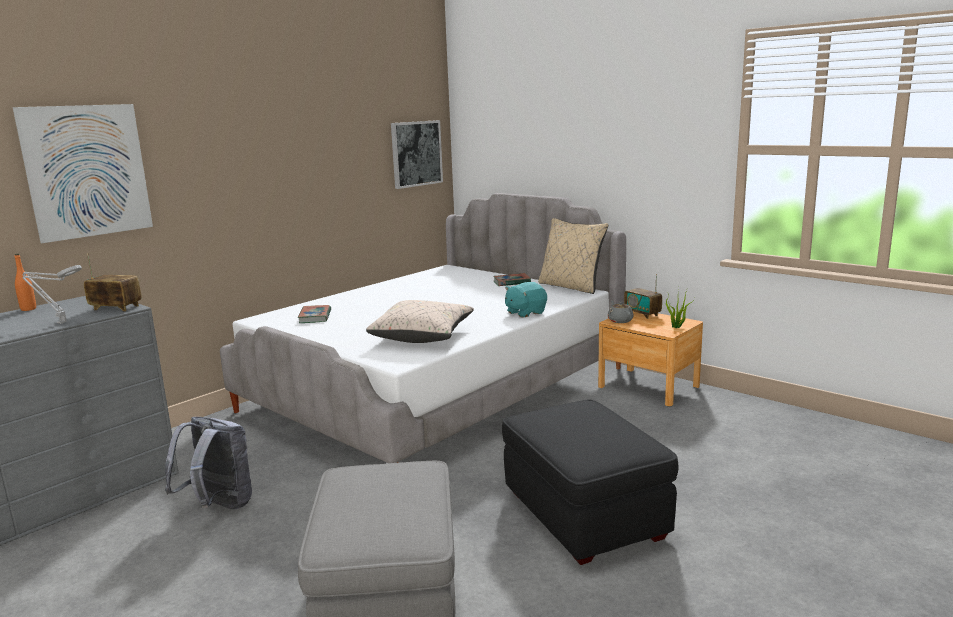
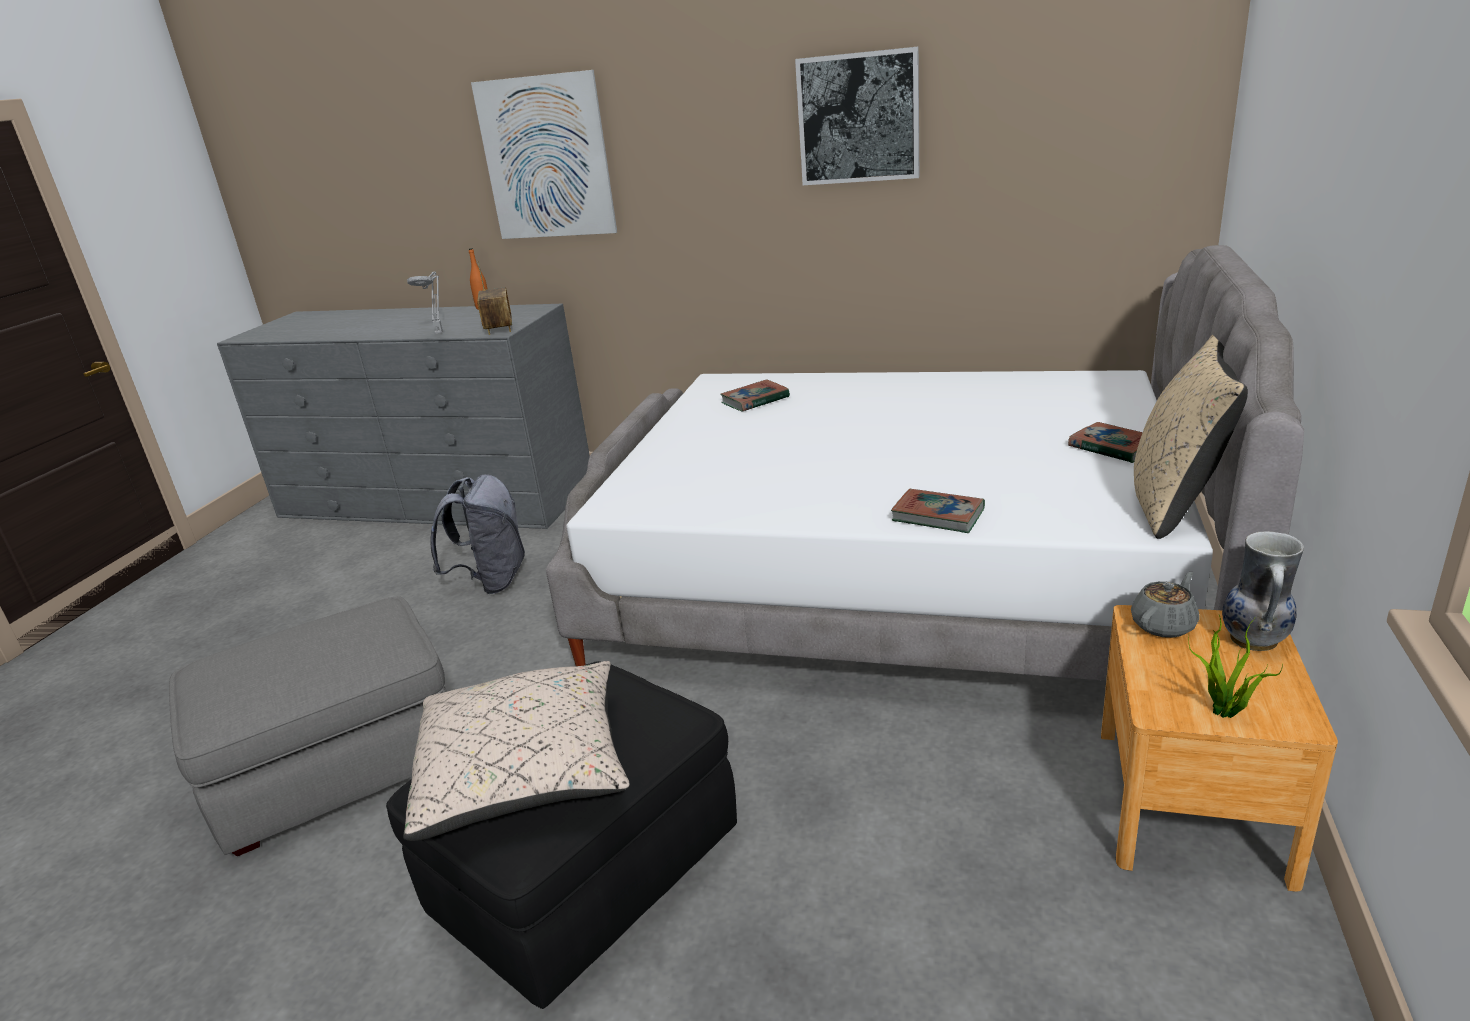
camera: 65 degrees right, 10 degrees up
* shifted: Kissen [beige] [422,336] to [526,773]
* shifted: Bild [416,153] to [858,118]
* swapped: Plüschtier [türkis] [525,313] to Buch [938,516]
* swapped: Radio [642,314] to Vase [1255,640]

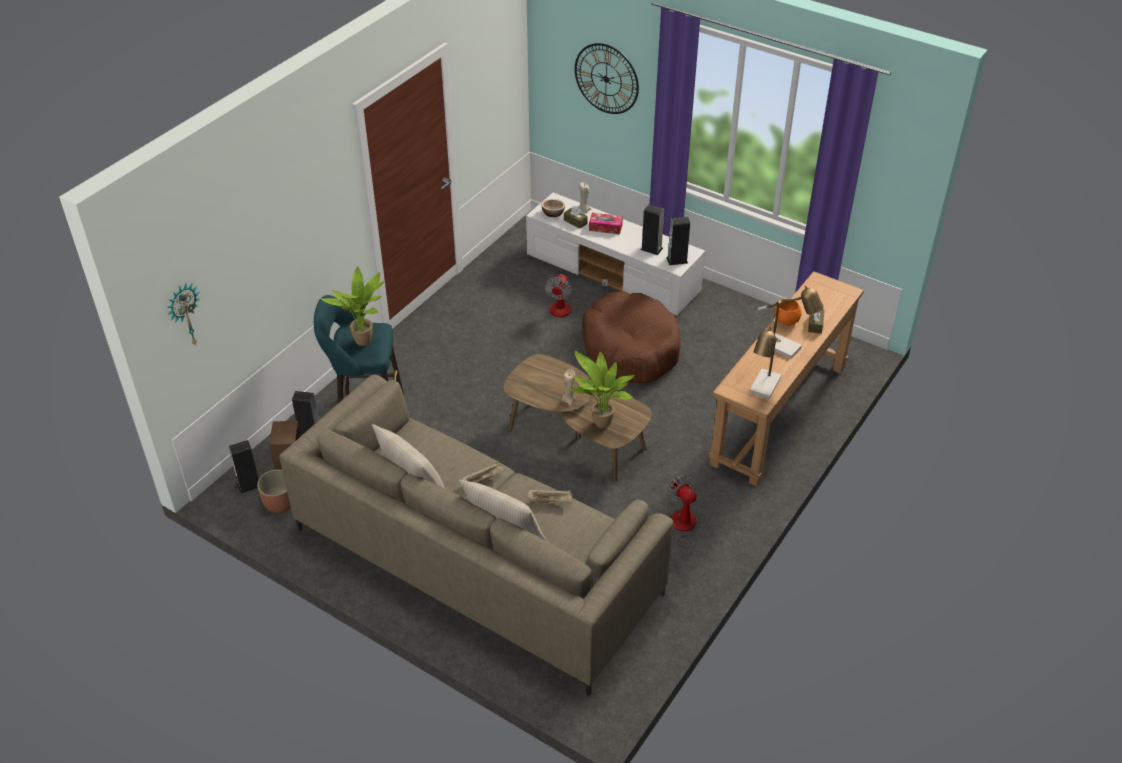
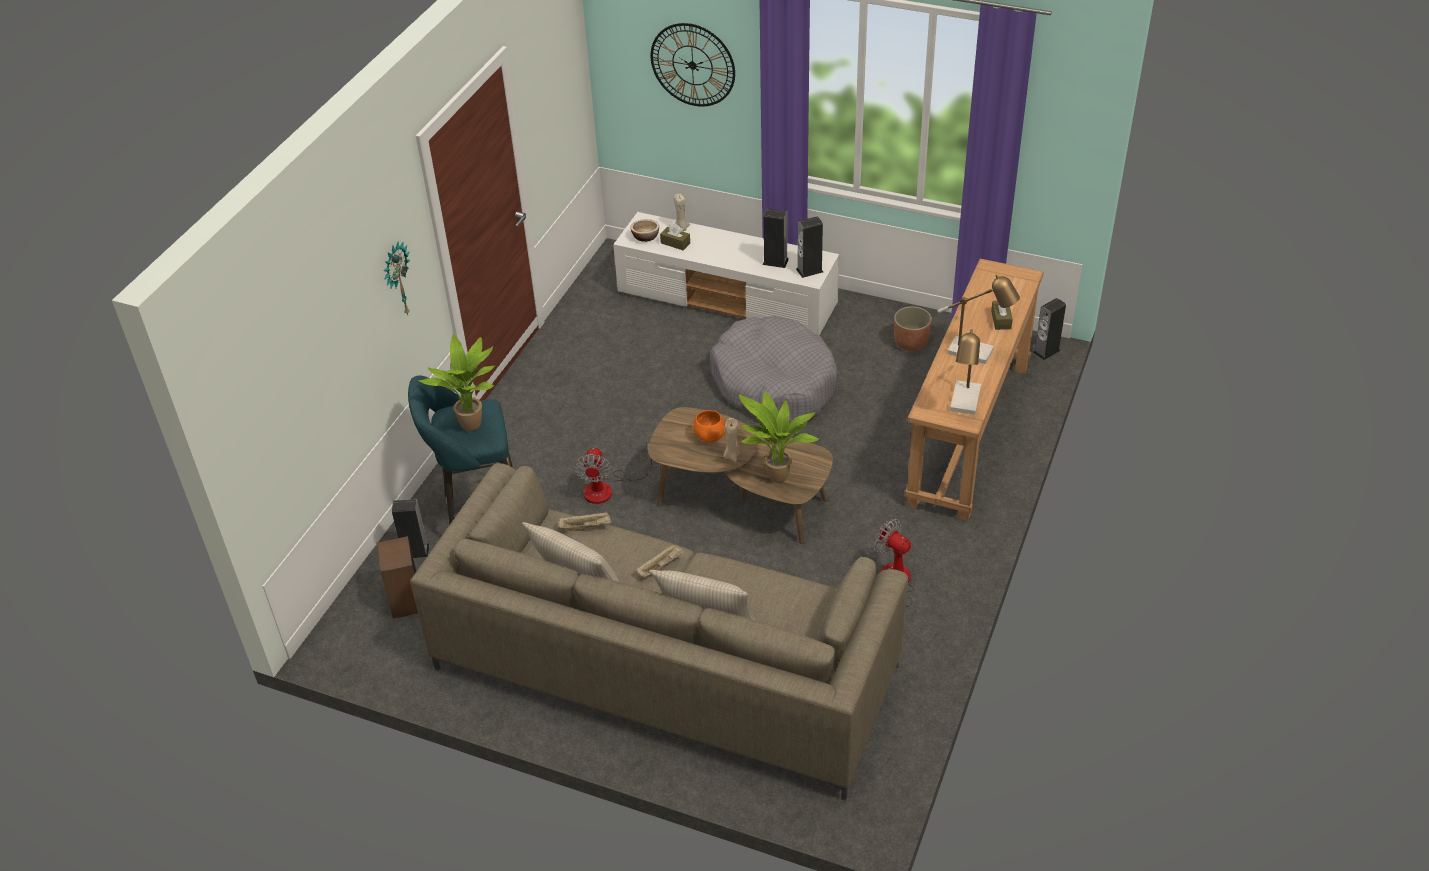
camera: 10 degrees left, 0 degrees up
* shifted: Wanduhr [185,315] to [397,280]
* shifted: Lautsprecher [249,485] to [1046,351]
* shifted: Pflanzkübel [280,503] to [910,343]
* shifted: Tablett [beige] [550,500] to [586,527]
* shifted: Ventilator [568,308] to [607,488]
* repainted: Hundebett [braun] [631,348] to Hundebett [grau] [774,384]
* gone: Taschentuchbox [605,227]
* shifted: Schüssel [orange] [786,320] to [710,436]

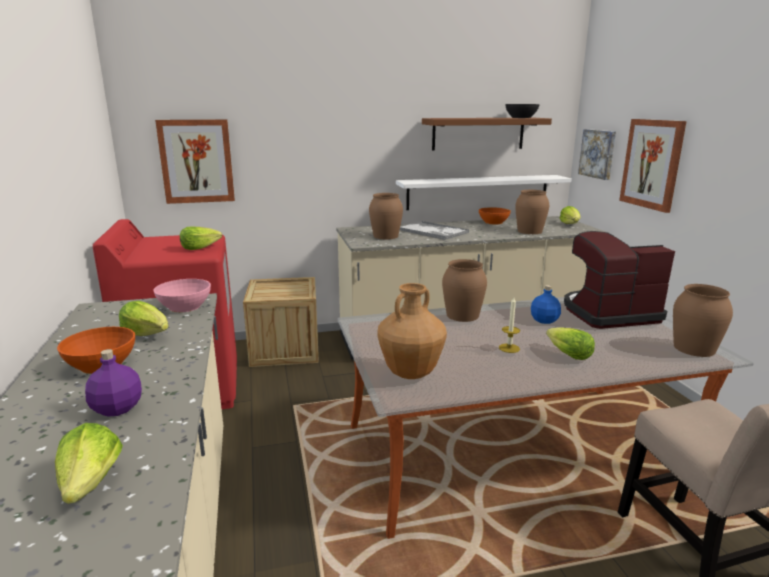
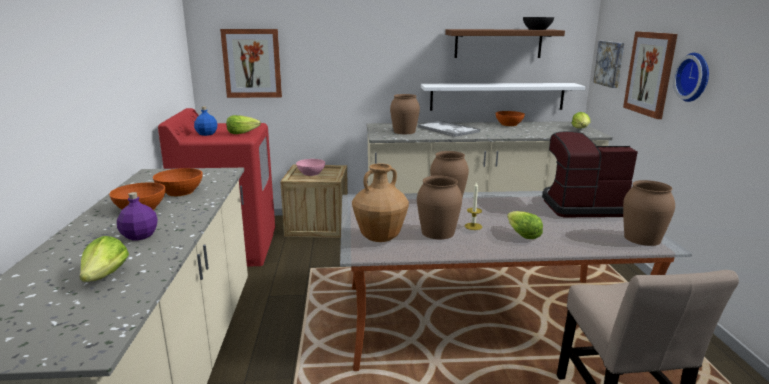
camera: 10 degrees right, 0 degrees up
* swapped: Salatkopf [147,334] to Schüssel [orange] [180,191]
* shifted: Schüssel [rosa] [185,307] to [311,173]
* shifted: Vase [braun] [530,231] to [438,232]
* shifted: Flasche [blau] [544,320] to [206,134]
* new: Wanduhr [695,77]

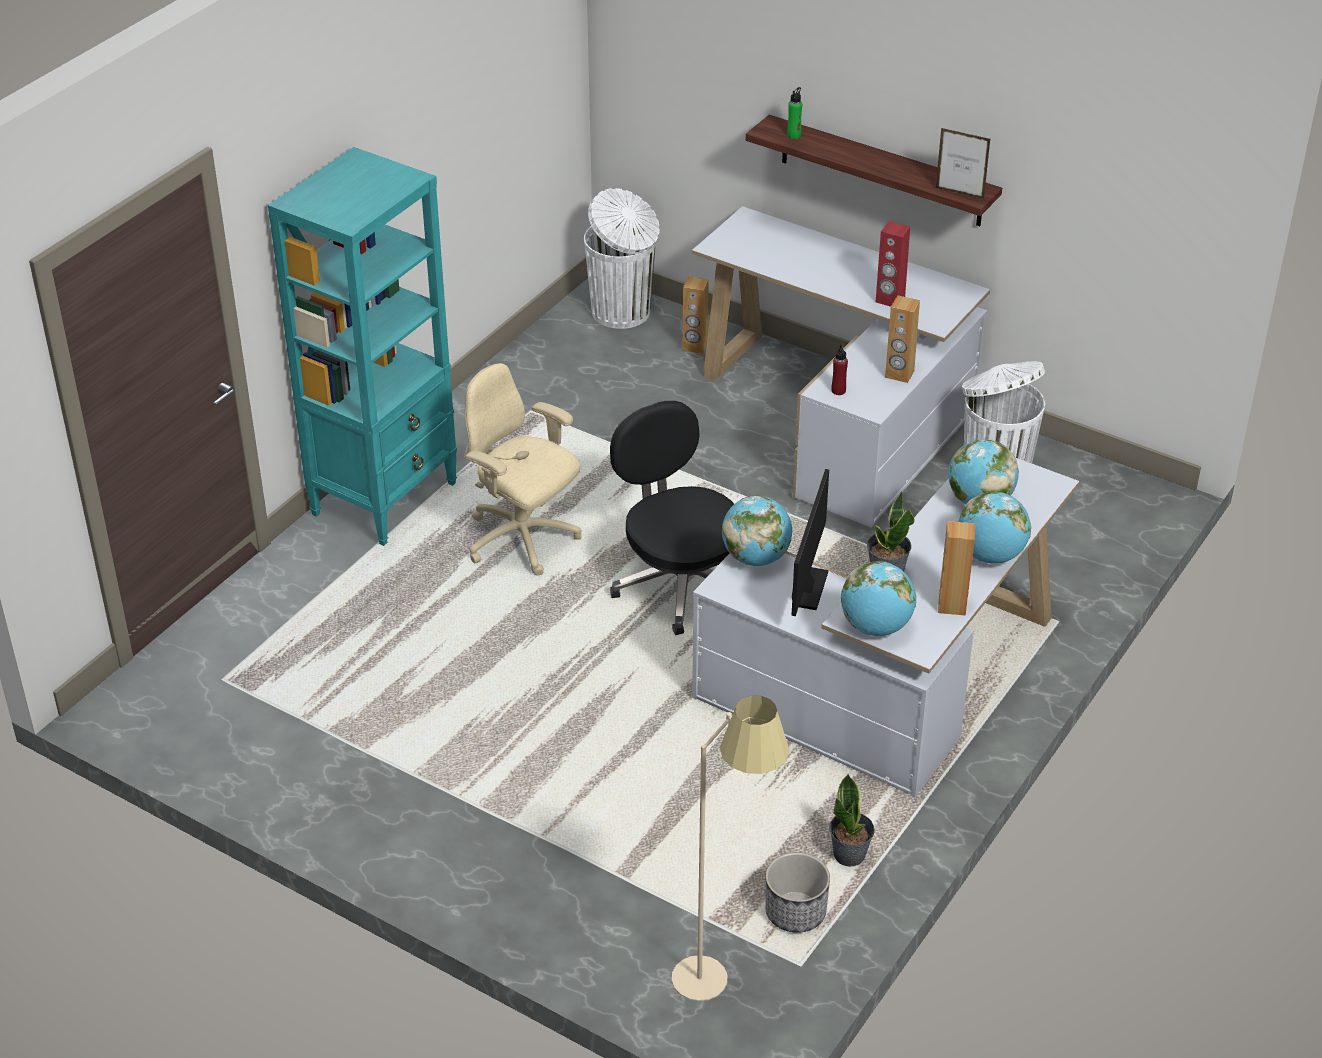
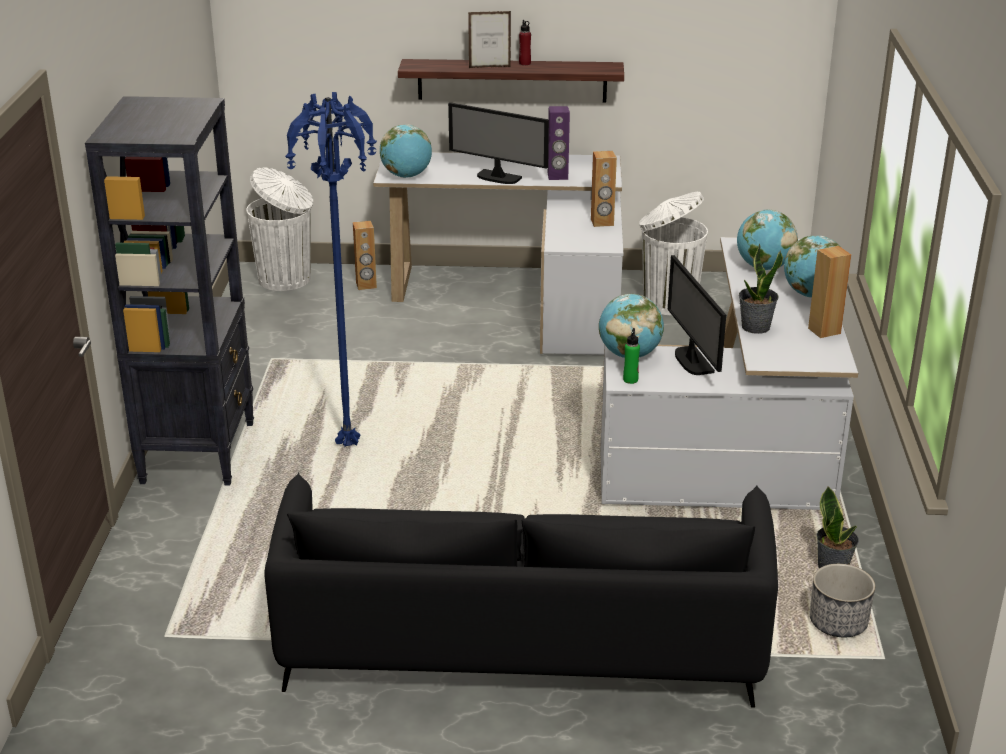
camera: 30 degrees left, 10 degrees down
* repainted: Bücherregal [türkis] [385,498] to Bücherregal [schwarz] [199,452]
* swapped: Bürostuhl [beige] [522,540] to Stehlampe [blau] [350,445]
* gone: Bürostuhl [schwarz] [680,583]
* gone: Stehlampe [beige] [725,983]
* shifted: Flasche [grün] [794,135] to [630,380]
* shifted: Flasche [rot] [838,391] to [525,63]
* shifted: Globus [876,627] to [406,176]
* repainted: Lautsprecher [rot] [890,300] to Lautsprecher [lila] [557,176]
* shifted: Bilderrahmen [959,193] to [490,67]
* new: Sofa [schwarz] [521,643]
* new: Monitor [498,178]

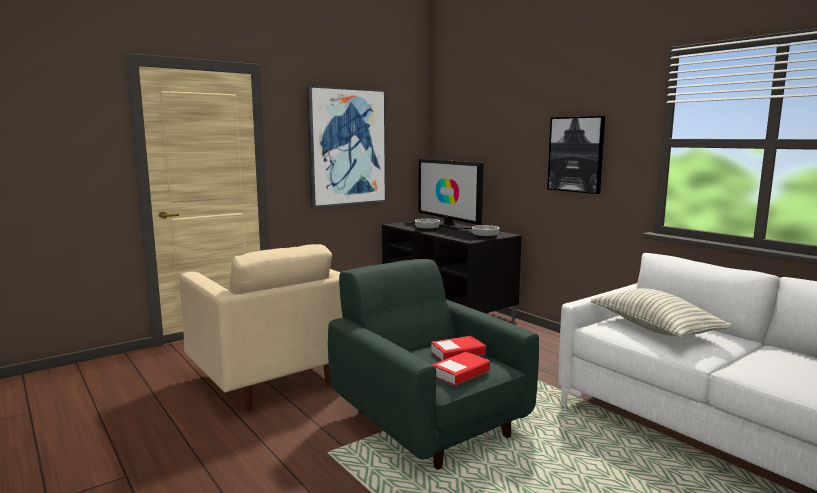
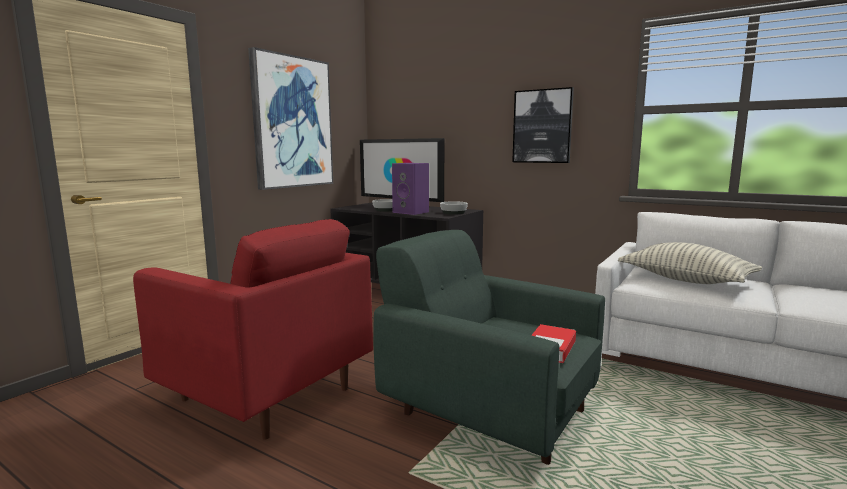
camera: 20 degrees left, 0 degrees up
* repainted: Sessel [beige] [269,380] to Sessel [rot] [267,395]
* gone: Buch [458,353]
* new: Lautsprecher [lila] [412,212]

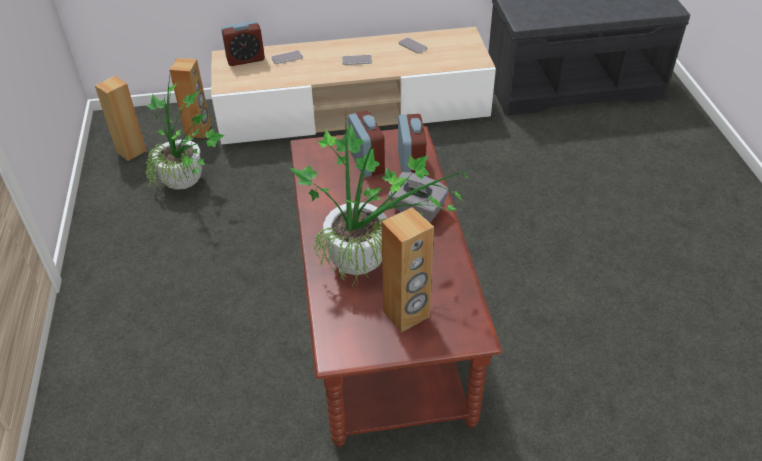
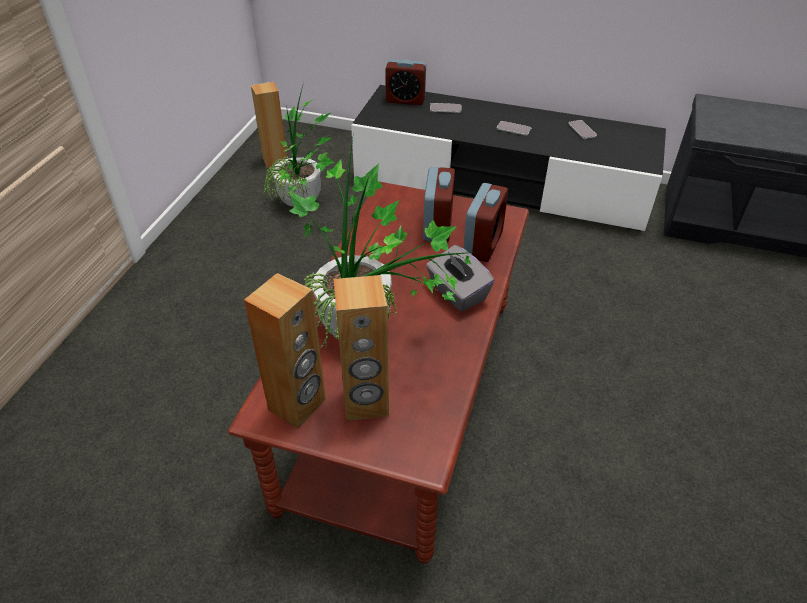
camera: 25 degrees right, 0 degrees up
* shifted: Lautsprecher [braun] [198,131] to [297,405]
* repainted: Fernsehschrank [beige] [353,110] to Fernsehschrank [schwarz] [501,182]

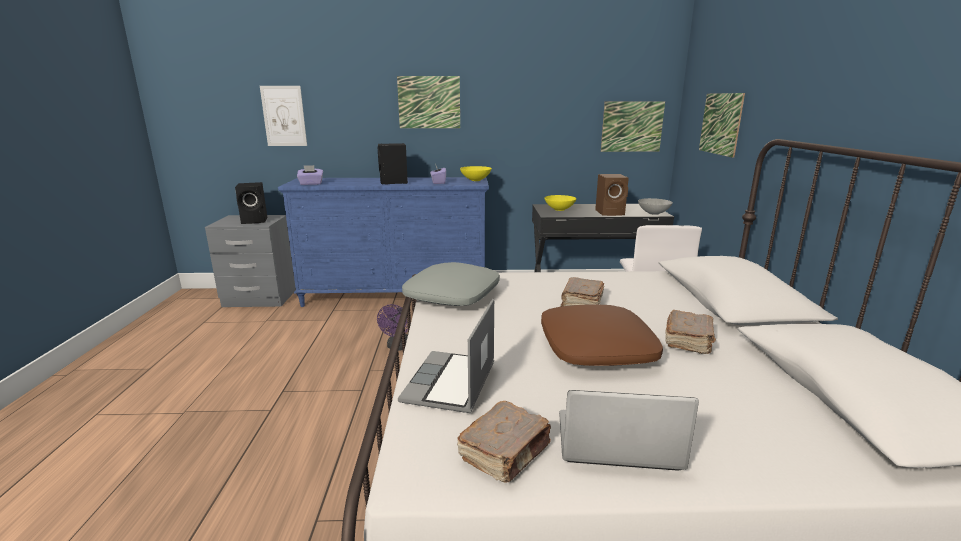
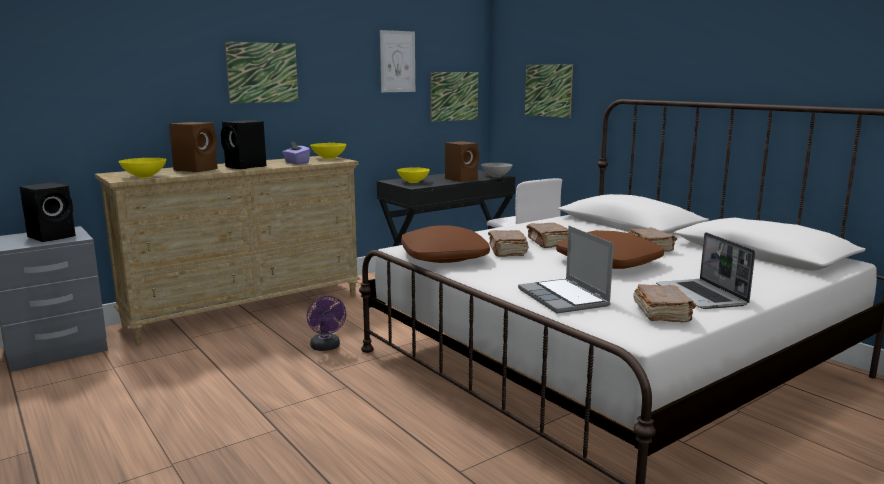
camera: 35 degrees left, 5 degrees down
* shifted: Bild [284,116] to [397,61]
* repainted: Kommode [blau] [396,296] to Kommode [beige] [247,309]
* swapped: Taschentuchbox [lila] [311,184] to Schüssel [gelb] [145,176]
* repainted: Kissen [grau] [453,295] to Kissen [braun] [445,256]
* rotated: Laptop [616,443] = [702,296] 75 degrees counterclockwise
* new: Lautsprecher [braun] [197,169]
* new: Buch [braun] [507,251]

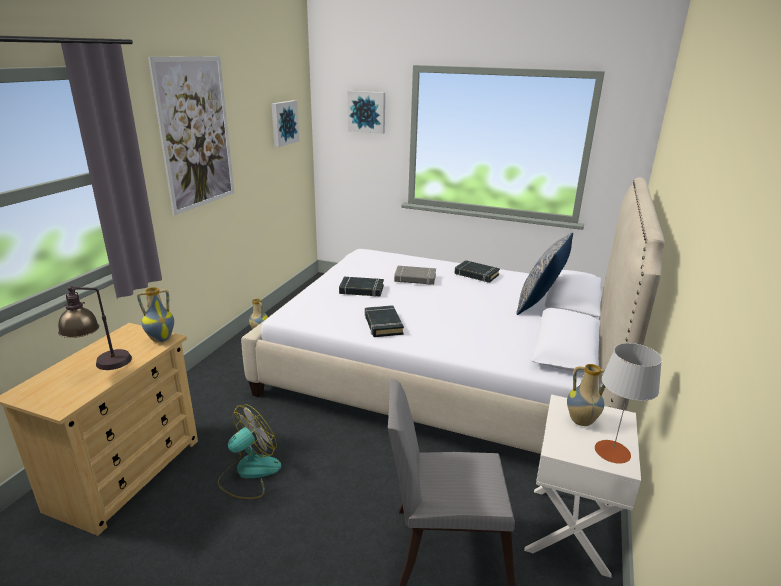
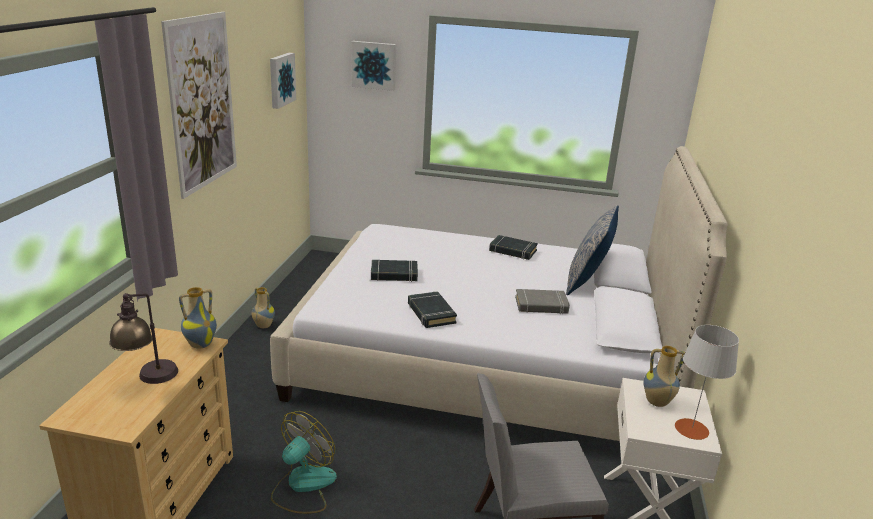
camera: 10 degrees left, 0 degrees up
* shifted: Buch [grau] [415,278] to [541,305]

